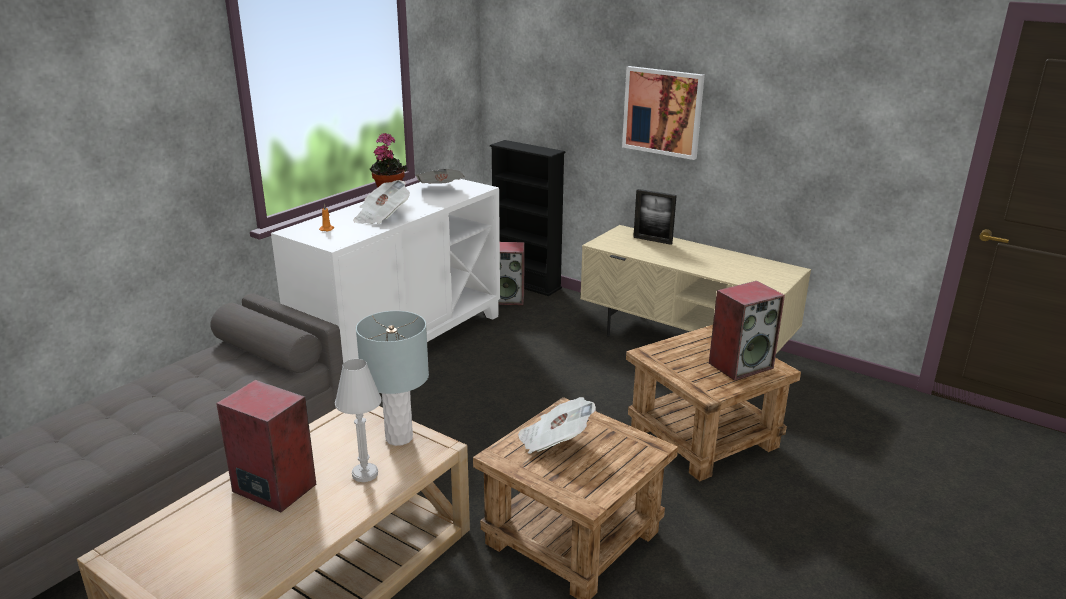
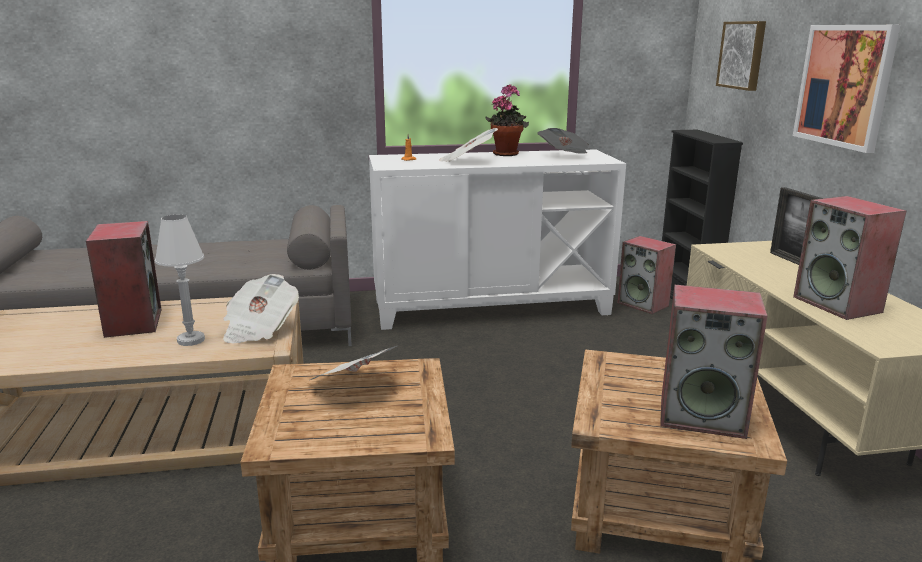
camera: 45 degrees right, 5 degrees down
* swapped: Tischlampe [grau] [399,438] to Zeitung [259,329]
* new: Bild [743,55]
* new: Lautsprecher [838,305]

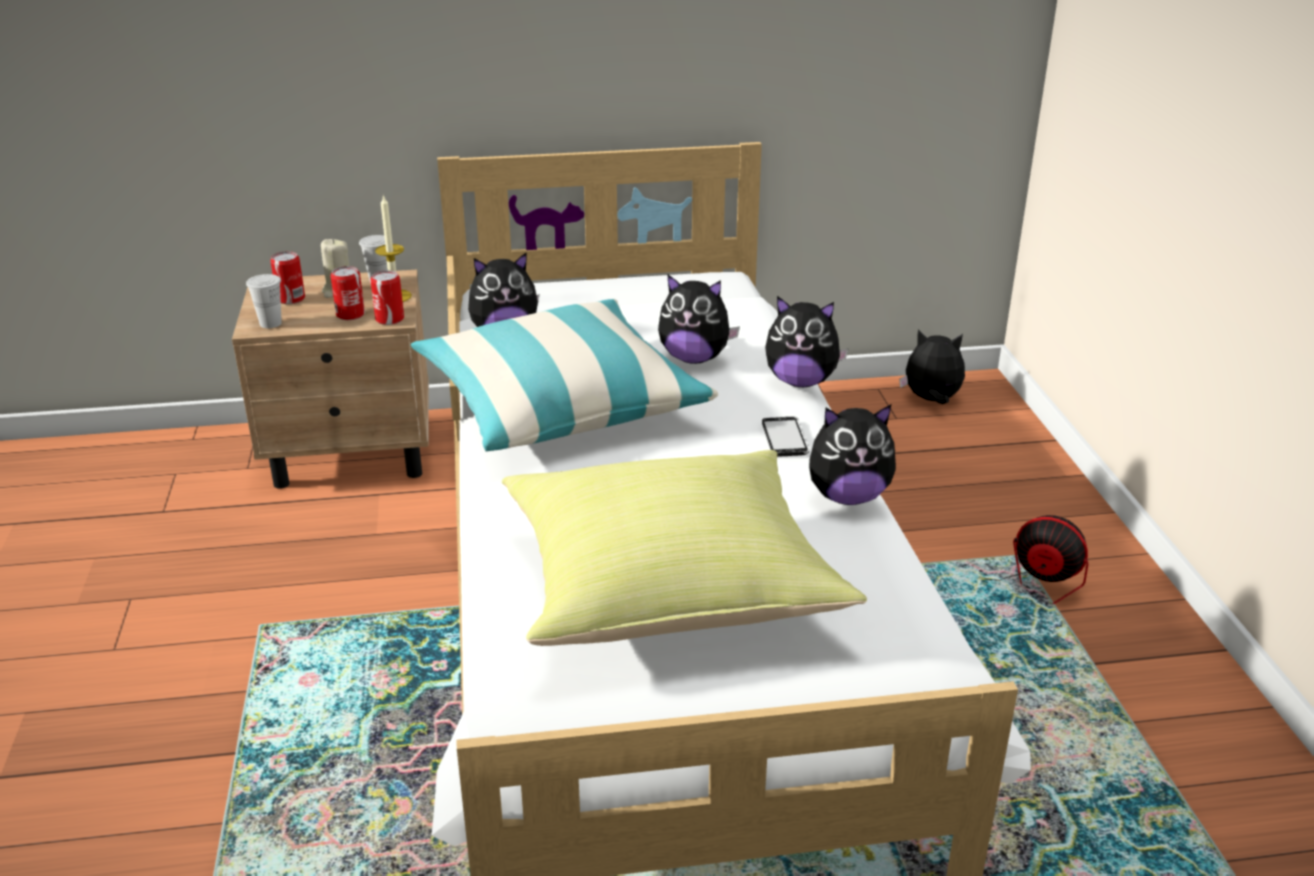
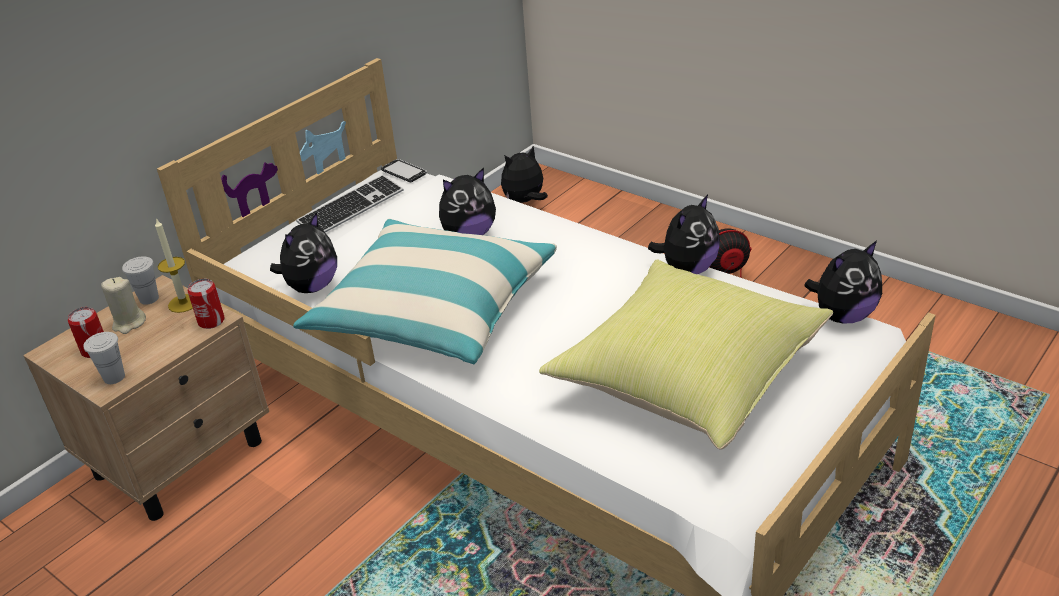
camera: 40 degrees left, 5 degrees up
* gone: Dose [350,314]
* shifted: Handy [785,438] to [404,172]
* shifted: Plüschtier [801,381] to [843,316]
* new: Tastatur [351,208]

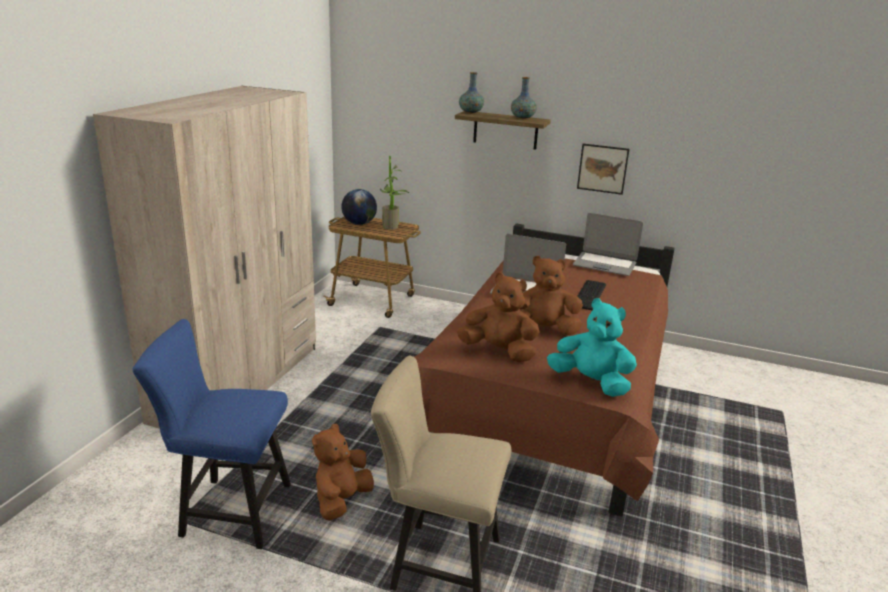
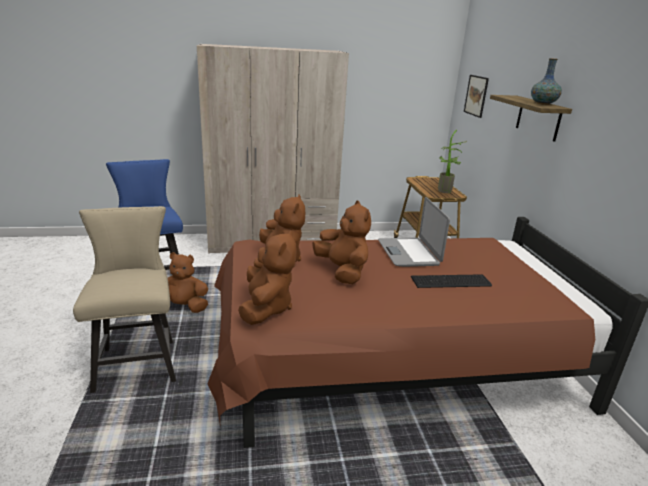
camera: 60 degrees right, 0 degrees up
* gone: Globus [359,224]
* gone: Vase [470,112]
* repainted: Plüschtier [türkis] [591,383] to Plüschtier [braun] [266,308]
* gone: Laptop [604,264]
* shifted: Bild [602,168] to [476,95]

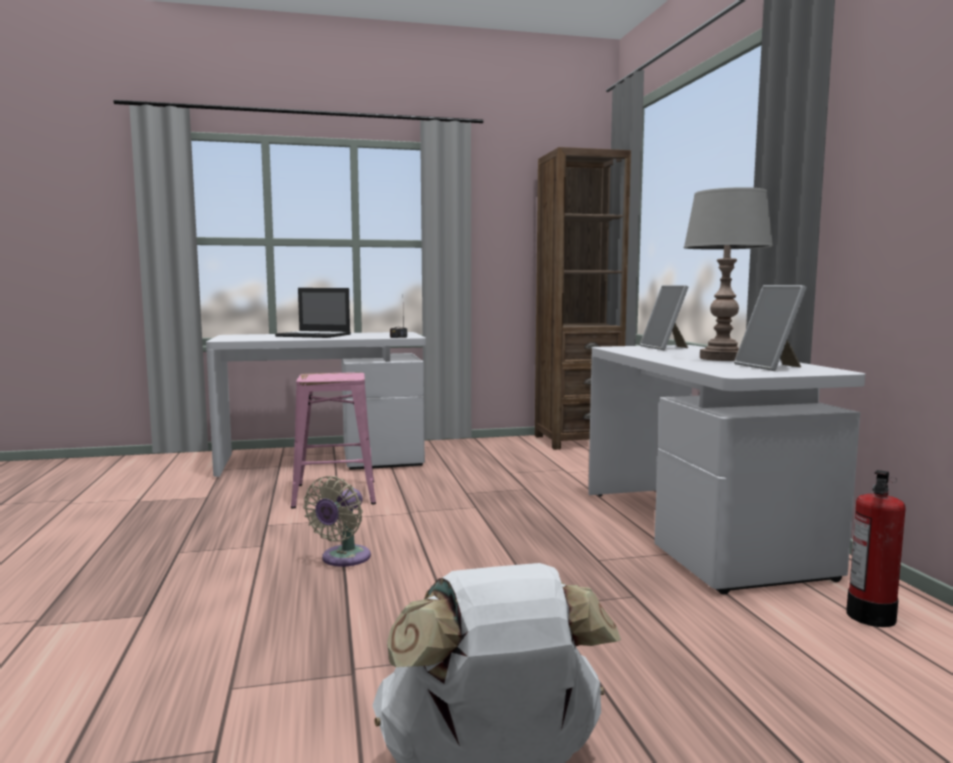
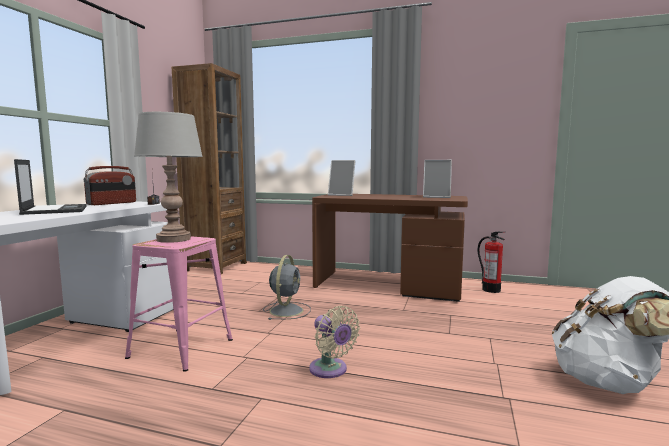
camera: 60 degrees left, 0 degrees up
* rotated: Laptop [314,335] = [55,210] 75 degrees counterclockwise
* repainted: Schreibtisch [weiß] [698,532] to Schreibtisch [braun] [389,286]
* shifted: Tischlampe [grau] [721,358] to [173,239]
* new: Radio [112,203]
* new: Ventilator [grau] [287,310]

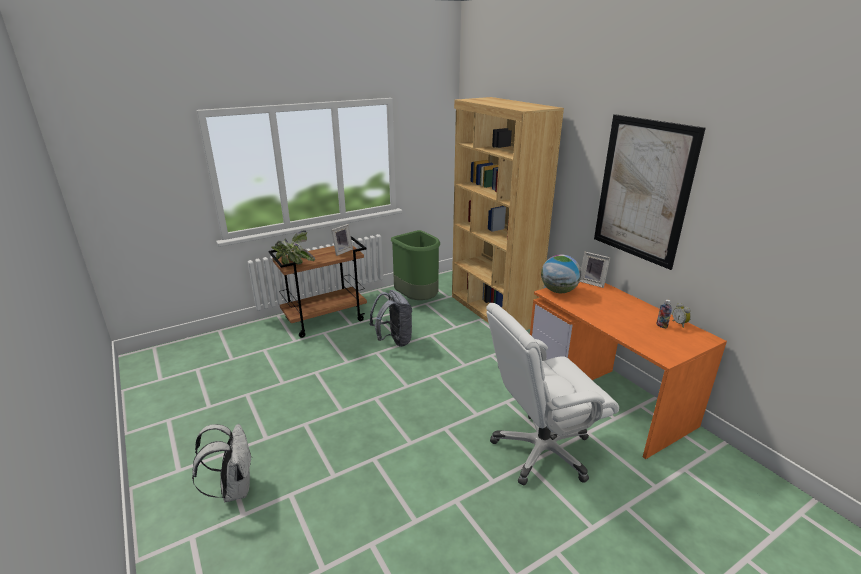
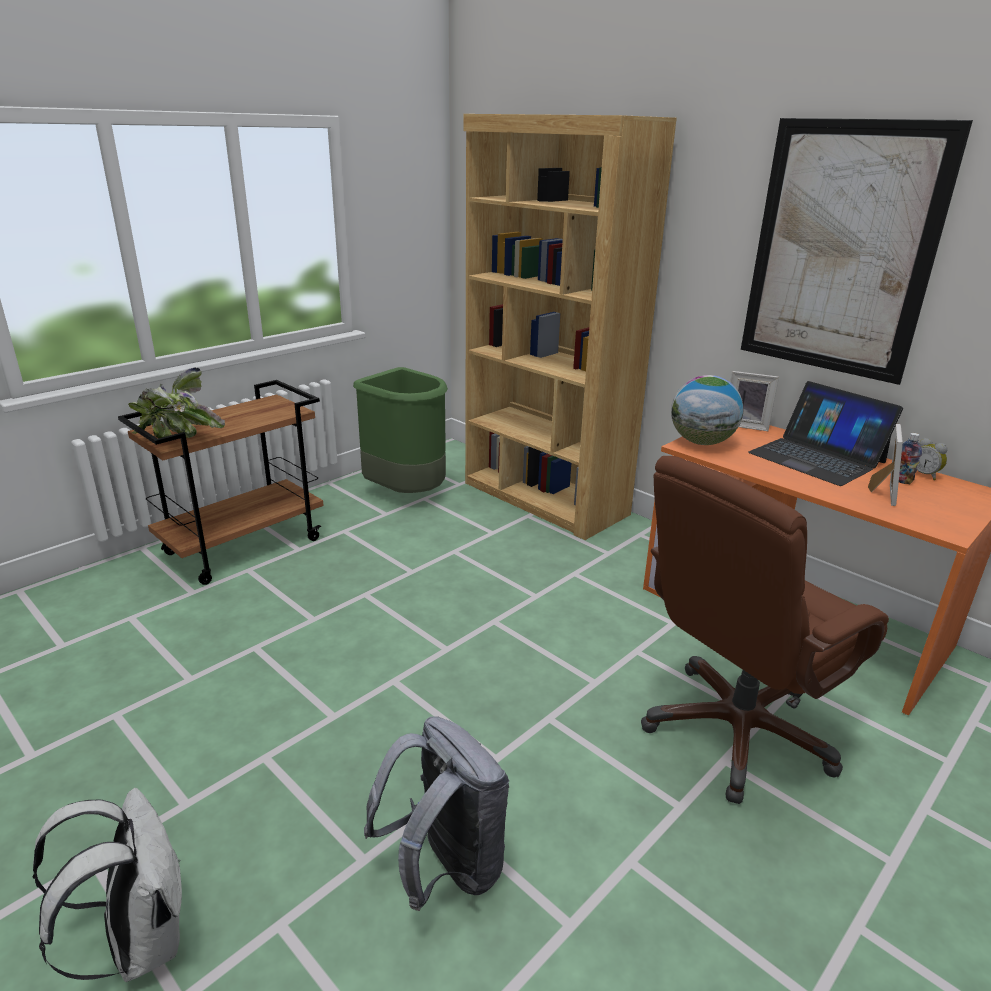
camera: 15 degrees left, 0 degrees up
* shifted: Bilderrahmen [341,251] to [881,493]
* shifted: Rucksack [grau] [394,341] to [445,868]
* repainted: Bürostuhl [weiß] [541,451] to Bürostuhl [braun] [736,731]
* new: Laptop [817,457]

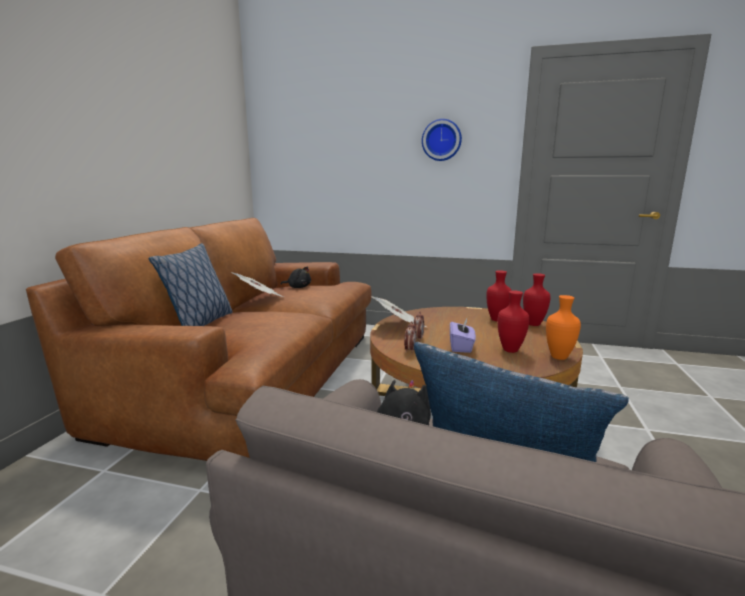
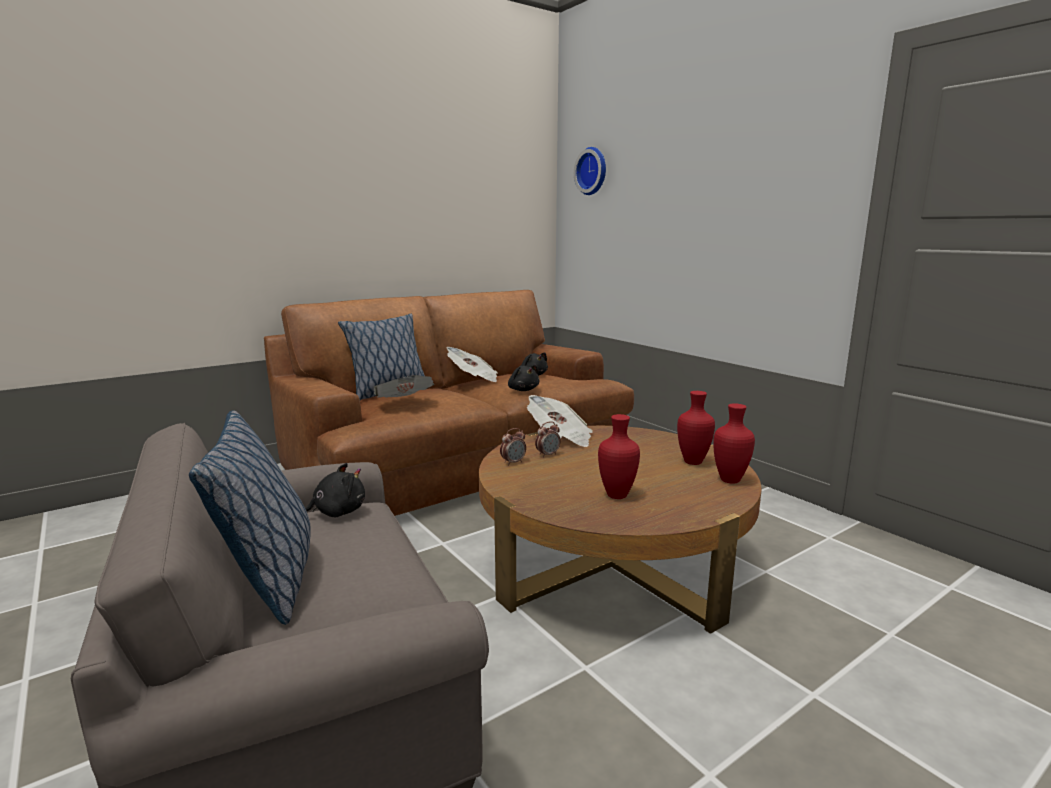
camera: 40 degrees right, 0 degrees up
* shifted: Wanduhr [441,140] to [593,171]
* gone: Taschentuchbox [lila] [461,347]
* gone: Vase [orange] [559,357]
* new: Zeitung [404,404]
* new: Plüschtier [schwarz] [523,390]

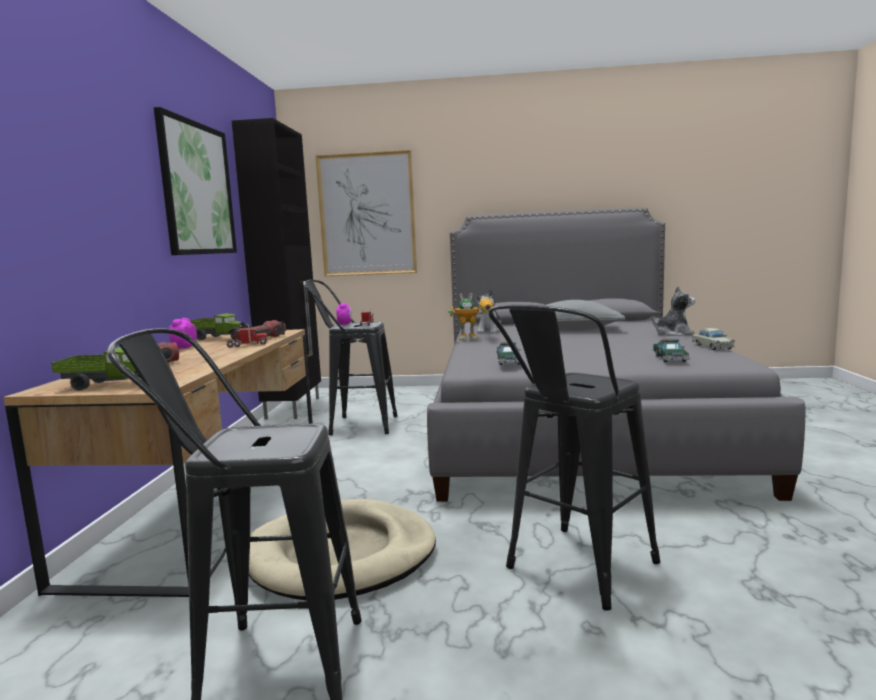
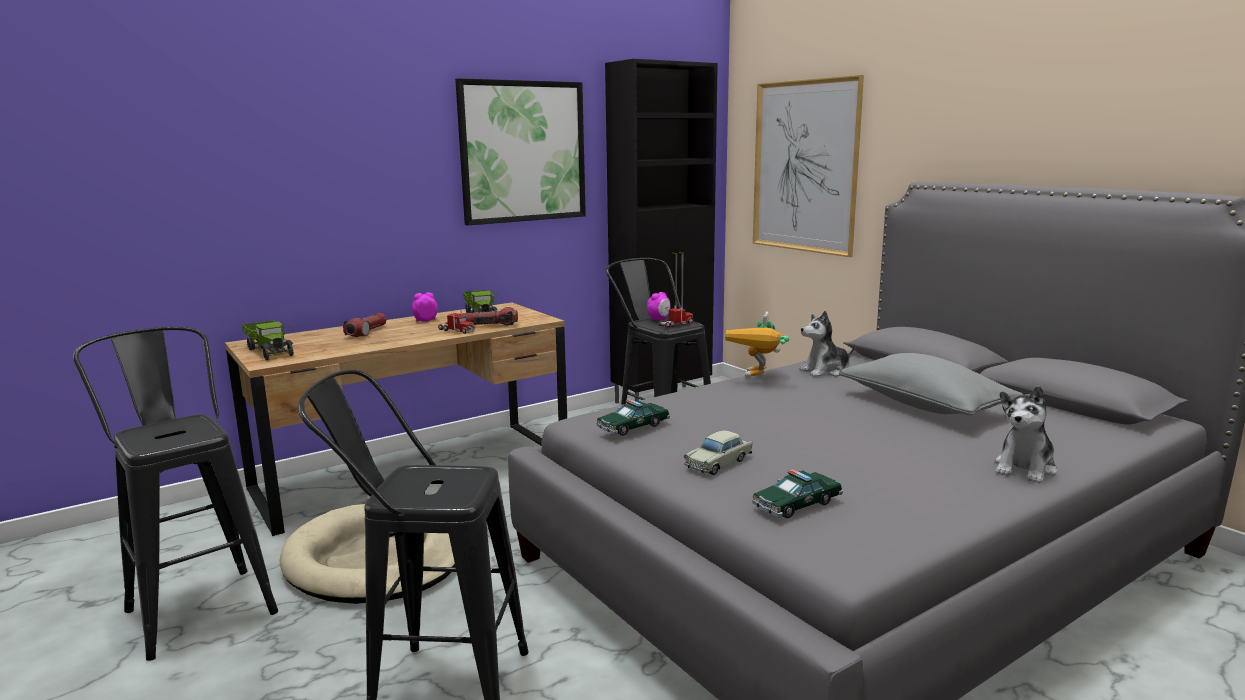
camera: 50 degrees right, 5 degrees up
* rotated: Spielzeugroboter [475,339] = [759,379] 60 degrees clockwise
* rotated: Plüschtier [673,334] = [1025,468] 90 degrees clockwise
* shifted: Spielzeugauto [beige] [712,347] to [719,463]

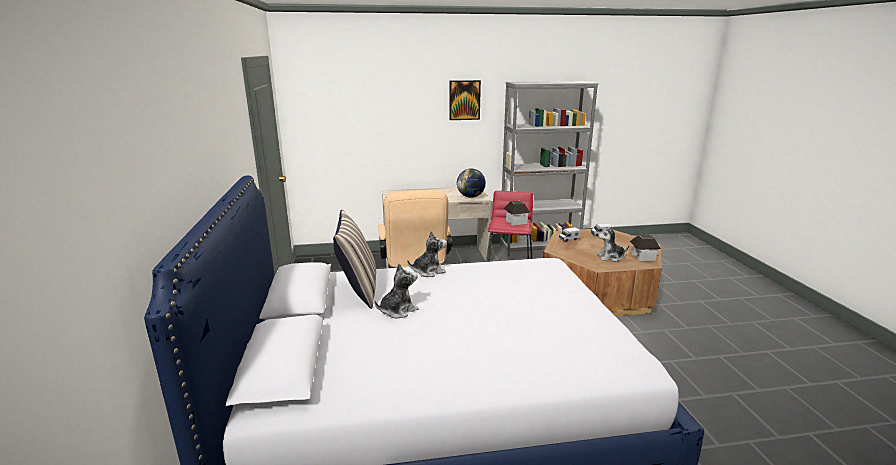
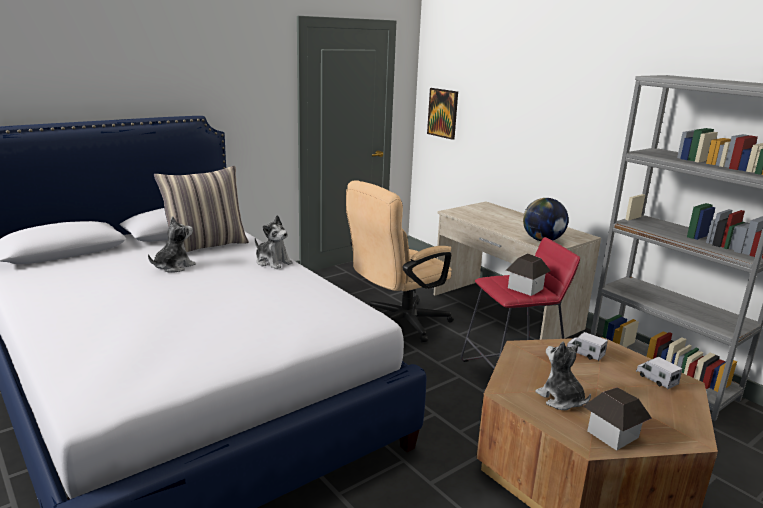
camera: 60 degrees right, 0 degrees up
* rotated: Plüschtier [398,310] = [173,267] 75 degrees counterclockwise
* shifted: Bild [464,100] to [443,113]

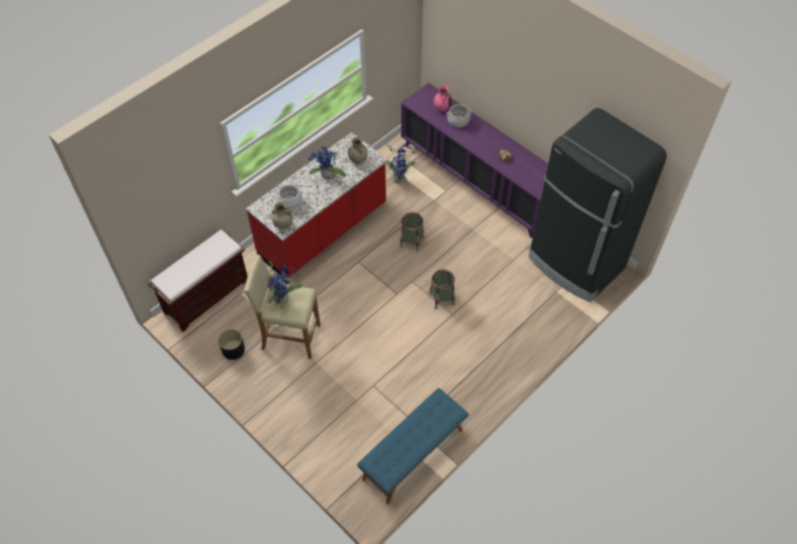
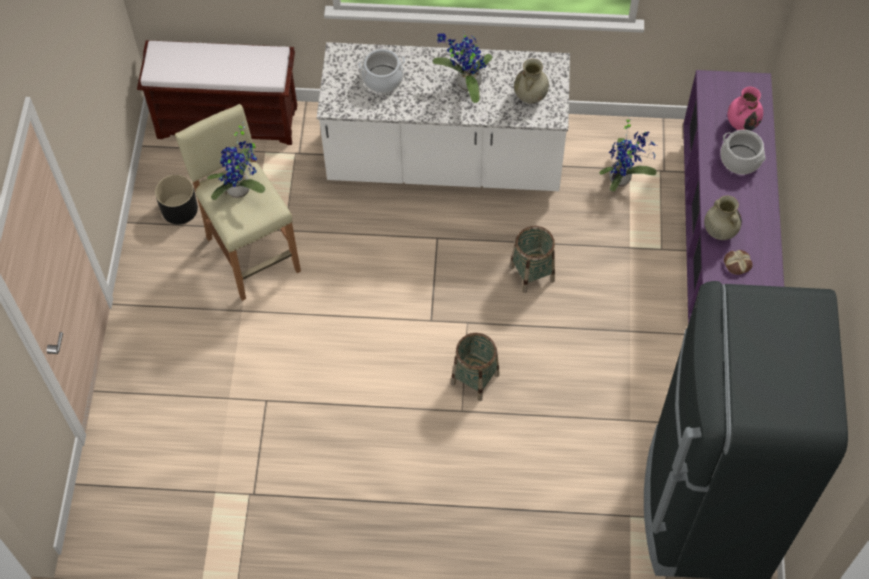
camera: 50 degrees right, 5 degrees up
* repainted: Küchenzeile [rot] [324,231] to Küchenzeile [weiß] [445,163]
* shifted: Vase [beige] [283,224] to [719,231]
* gone: Bank [blau] [413,455]

